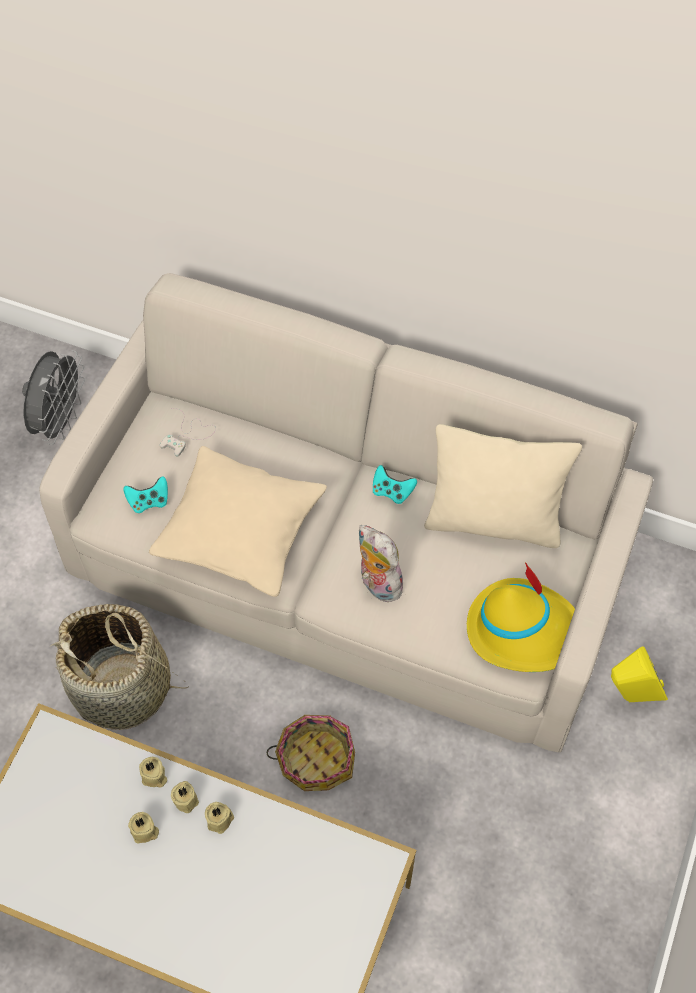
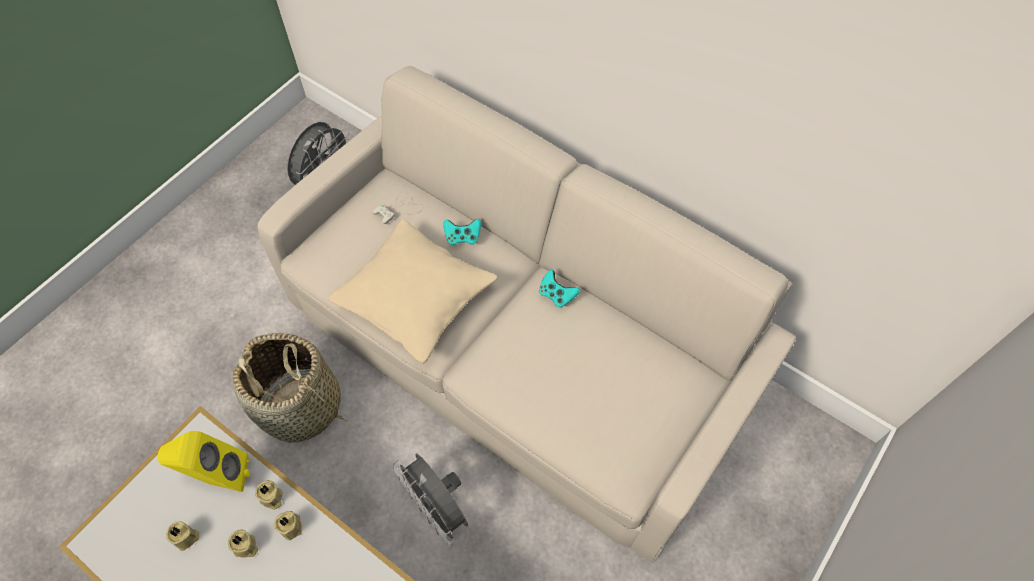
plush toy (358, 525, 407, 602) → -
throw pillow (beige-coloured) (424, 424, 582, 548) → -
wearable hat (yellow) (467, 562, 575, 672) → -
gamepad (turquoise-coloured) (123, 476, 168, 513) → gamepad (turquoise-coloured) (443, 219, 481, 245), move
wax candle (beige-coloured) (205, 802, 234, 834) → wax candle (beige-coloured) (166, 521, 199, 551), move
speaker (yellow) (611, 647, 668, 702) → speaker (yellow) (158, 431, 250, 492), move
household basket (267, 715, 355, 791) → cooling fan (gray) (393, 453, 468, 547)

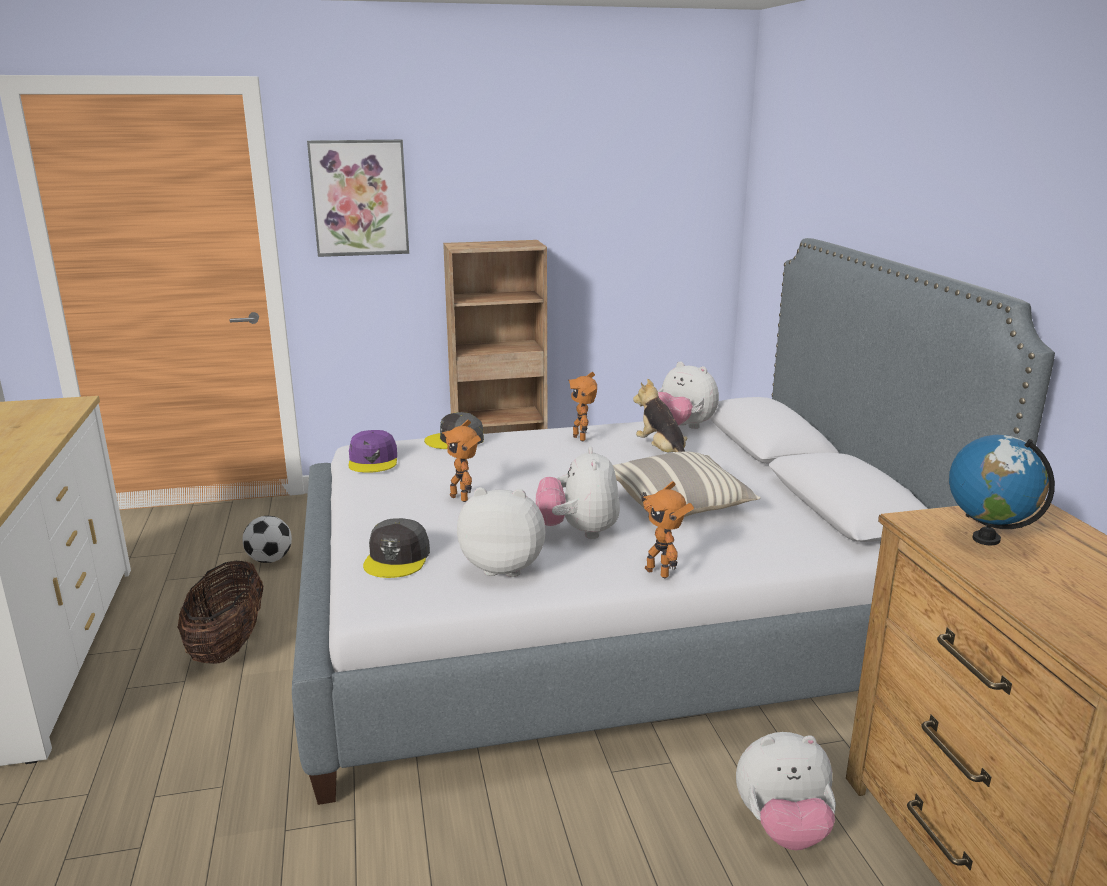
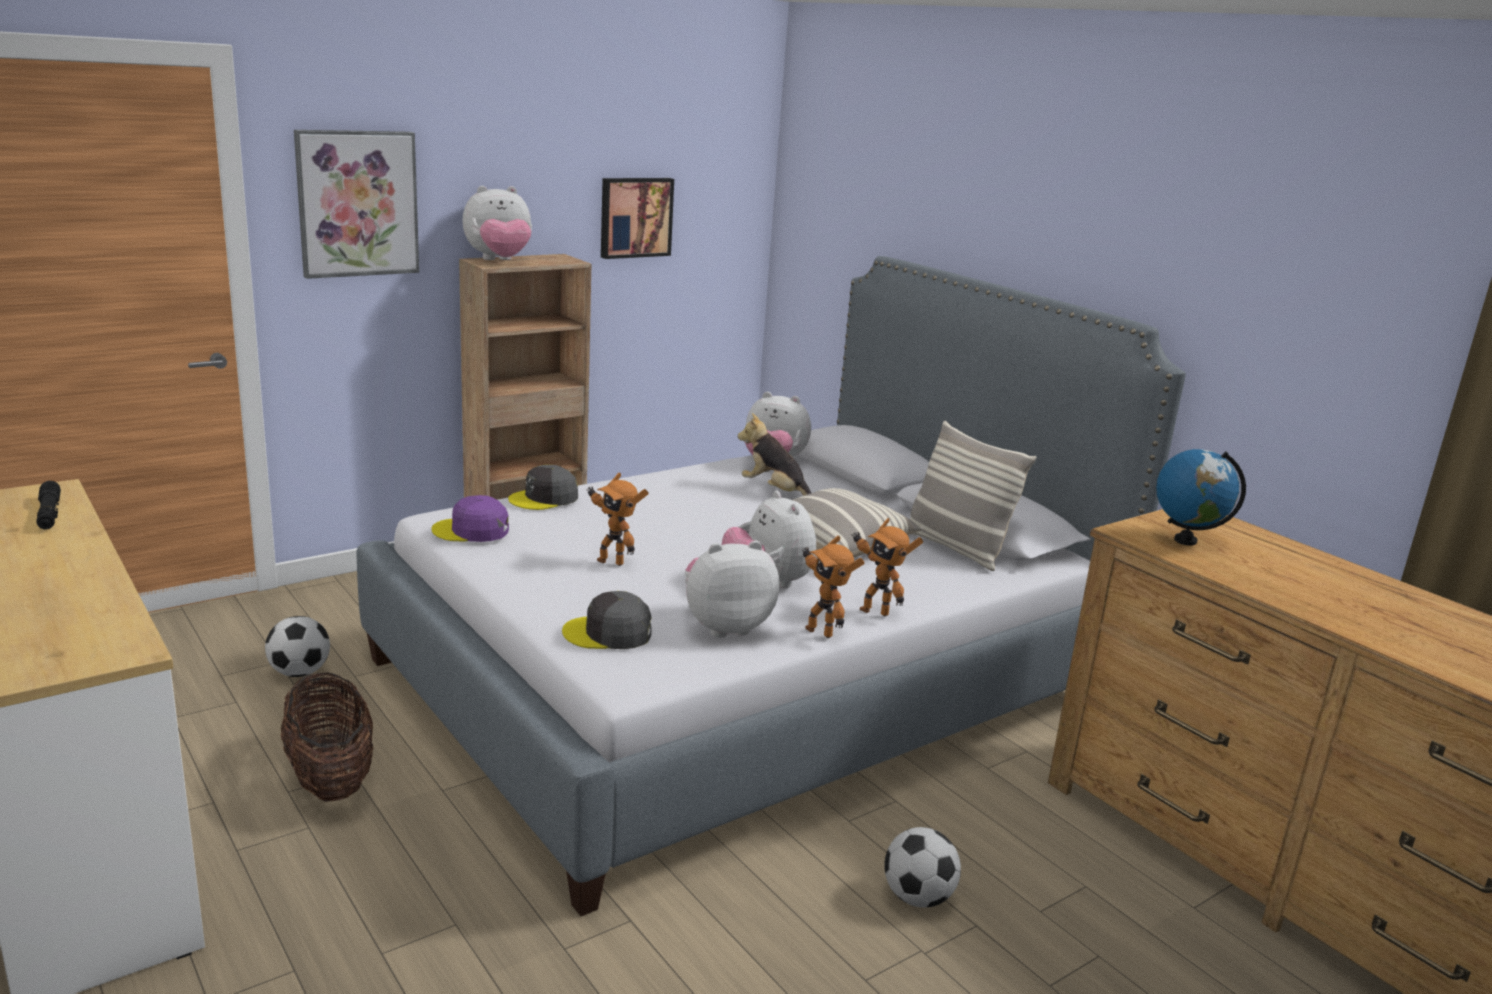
- → hand torch (black) (36, 481, 61, 529)
- → picture (601, 178, 674, 259)
- → football ball (884, 827, 961, 908)
- → throw pillow (910, 421, 1036, 571)
model robot (568, 372, 597, 442) → model robot (802, 535, 864, 638), move
plush toy (736, 732, 836, 850) → plush toy (462, 186, 532, 260), move
peaked cap (purple) (348, 430, 397, 473) → peaked cap (purple) (431, 495, 509, 542), 120 degrees clockwise
peaked cap (gray) (363, 518, 430, 578) → peaked cap (gray) (562, 591, 652, 649), 105 degrees clockwise

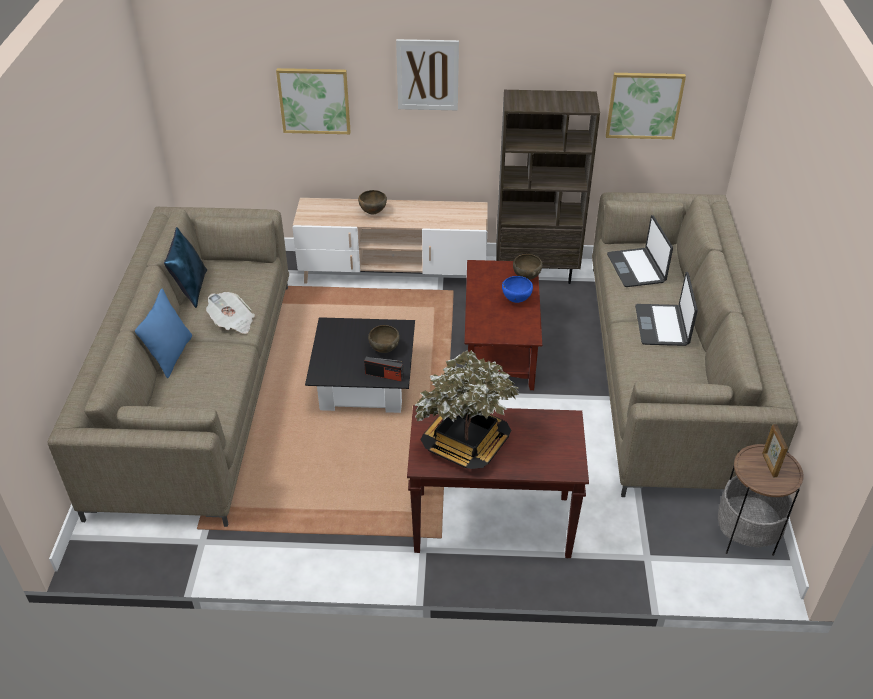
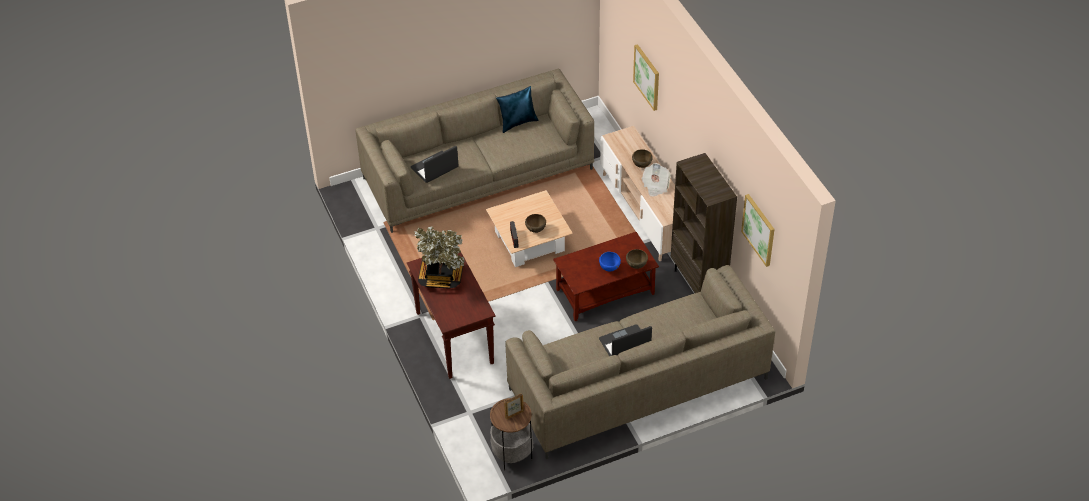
throw pillow (bluish) (135, 289, 192, 378) → -
picture (396, 39, 459, 110) → -
daily paper (206, 292, 255, 334) → daily paper (641, 163, 671, 197), move
notebook computer (607, 215, 673, 287) → notebook computer (411, 146, 459, 183), move
lounge table (black) (305, 317, 415, 413) → lounge table (beige-coloured) (486, 190, 573, 267)

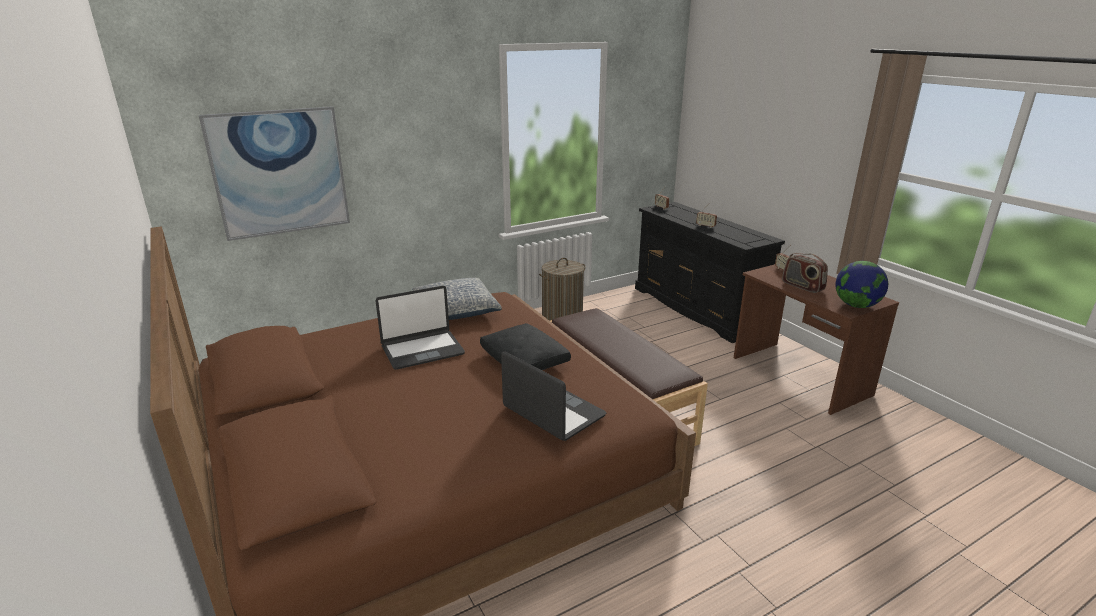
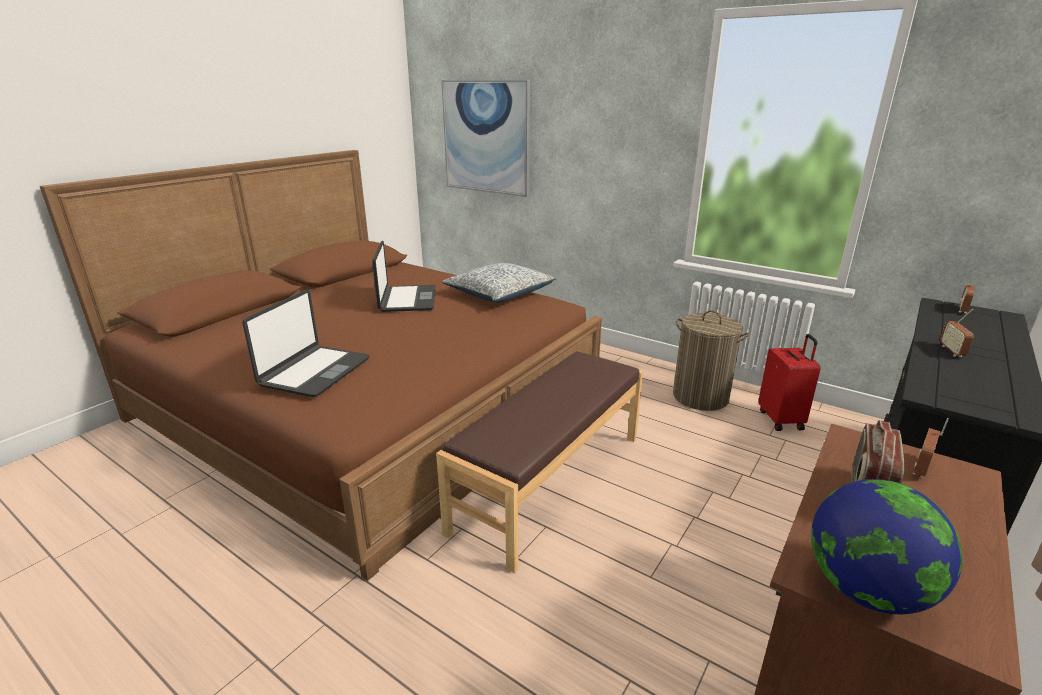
throw pillow (black) (480, 323, 571, 370) → -
- → travel case (red) (758, 334, 821, 431)
notebook computer (376, 286, 465, 370) → notebook computer (372, 241, 436, 312), 135 degrees counterclockwise

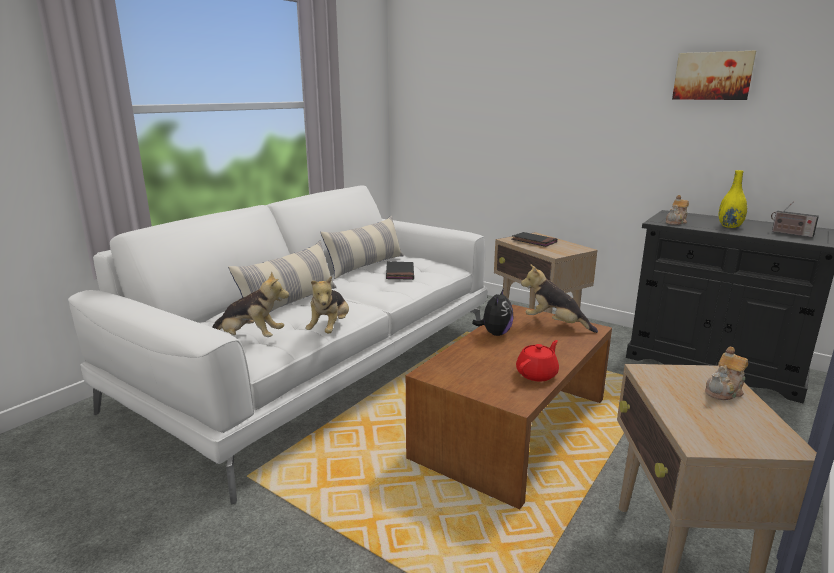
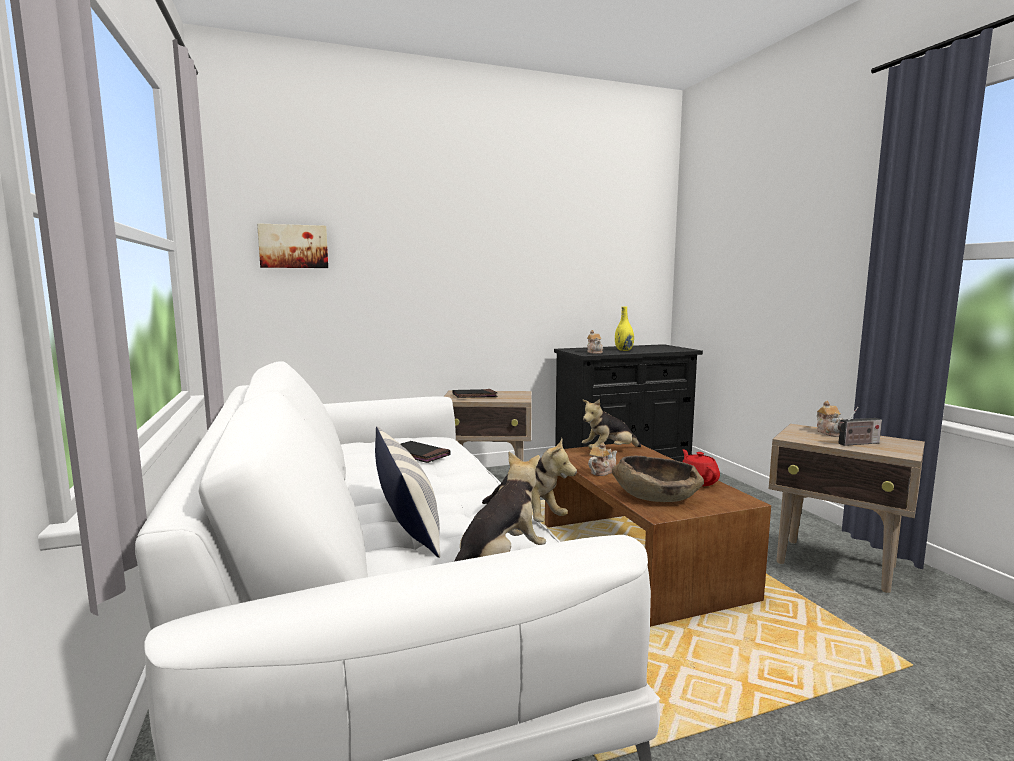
throw pillow (320, 216, 404, 279) → -
- → deep dish (brown) (612, 455, 704, 502)
picture (672, 51, 756, 100) → picture (257, 223, 328, 268), move
radio receiver (771, 201, 819, 238) → radio receiver (838, 406, 882, 446), move
plush toy (472, 288, 514, 336) → tea pot (588, 443, 617, 476)

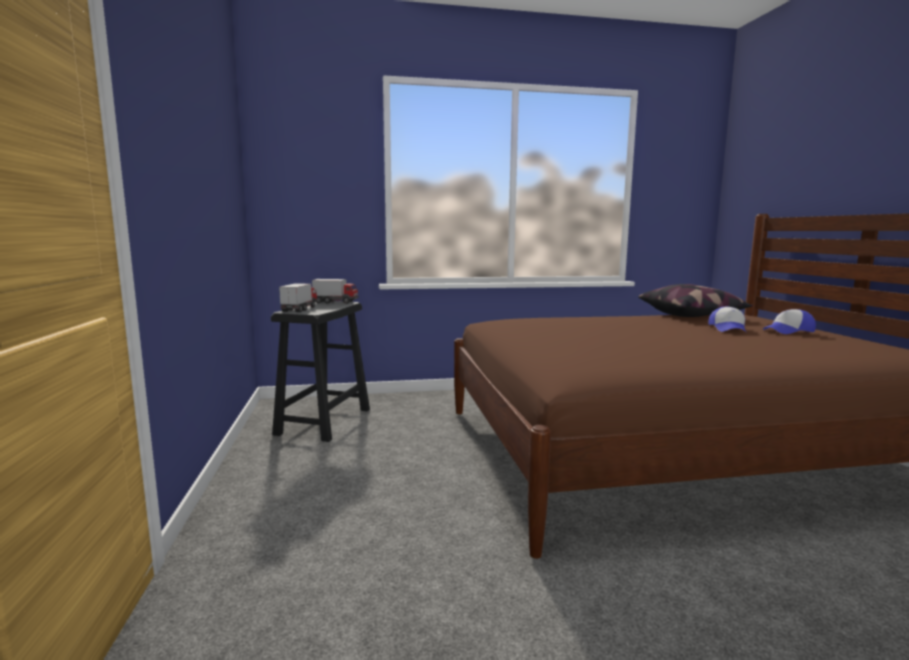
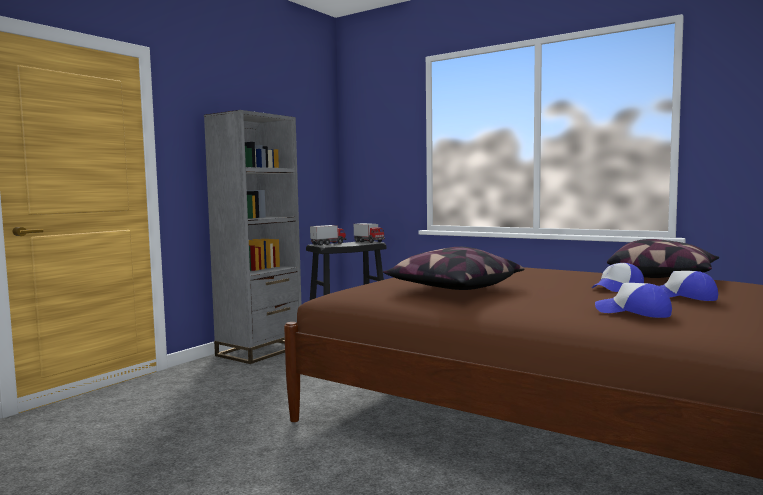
- → bookcase (gray) (204, 110, 301, 364)
- → throw pillow (383, 247, 524, 290)
- → peaked cap (595, 283, 672, 318)

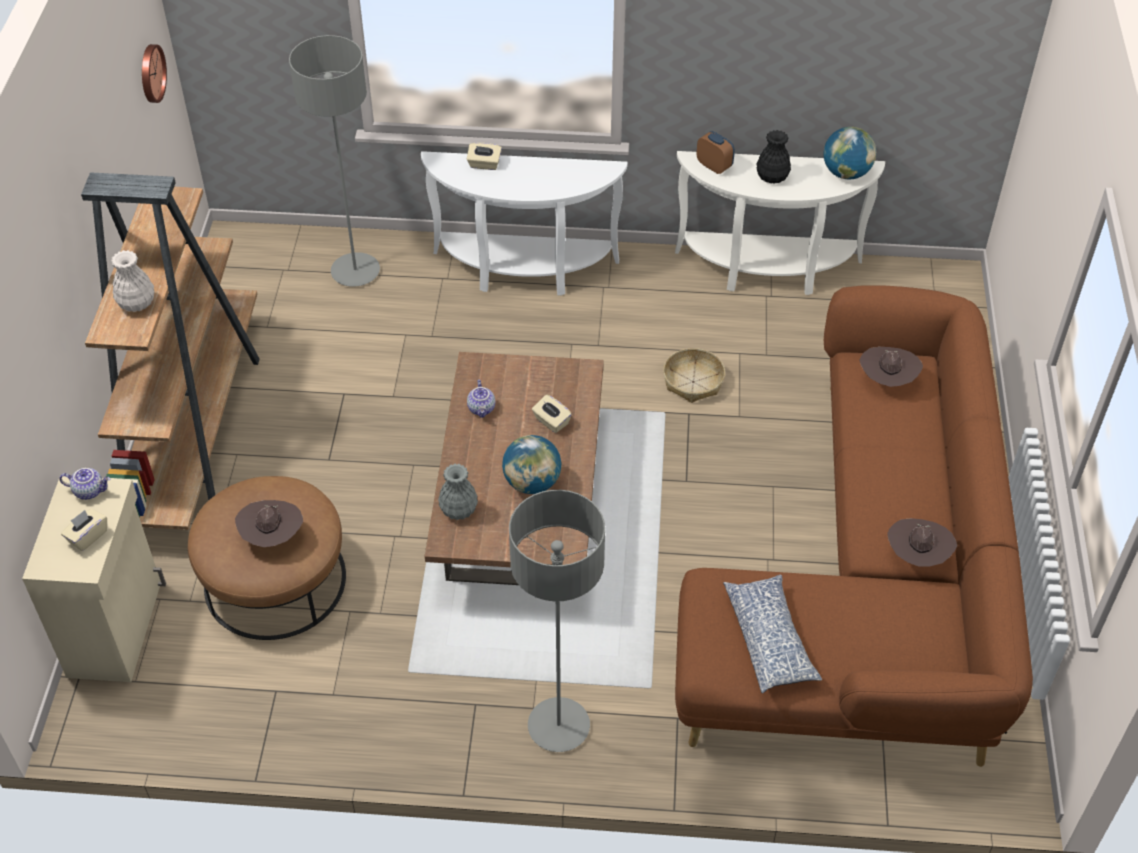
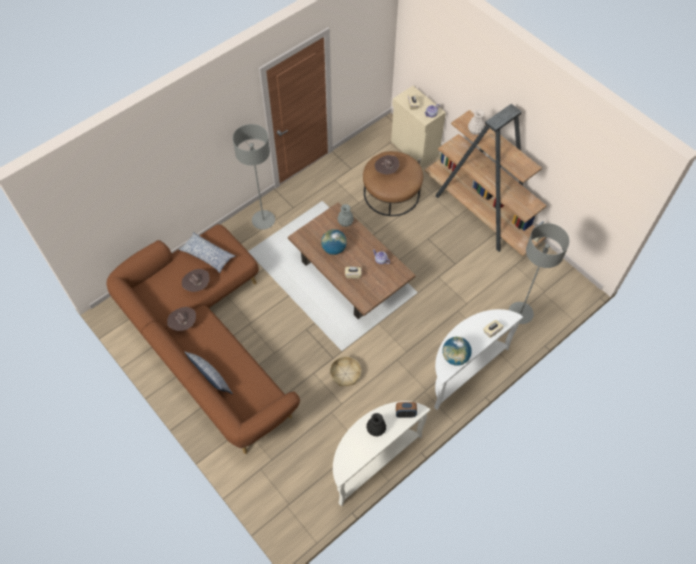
hanging clock (142, 44, 167, 103) → -
- → throw pillow (184, 351, 233, 394)
desk globe (824, 127, 876, 179) → desk globe (443, 337, 472, 366), move
wearable hat (brown) (859, 347, 923, 387) → wearable hat (brown) (182, 269, 209, 292), move

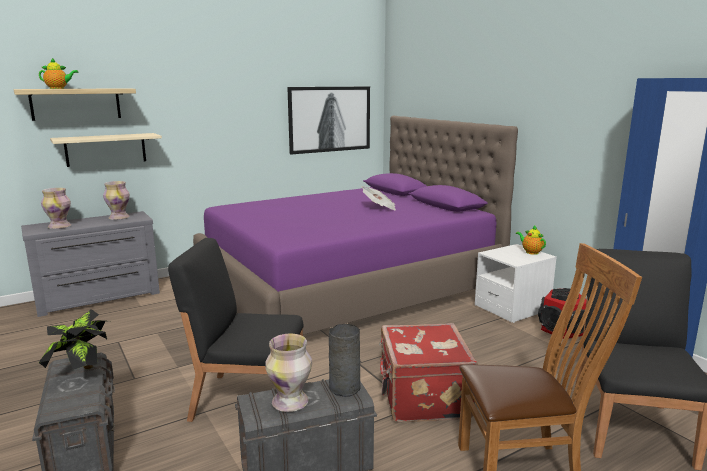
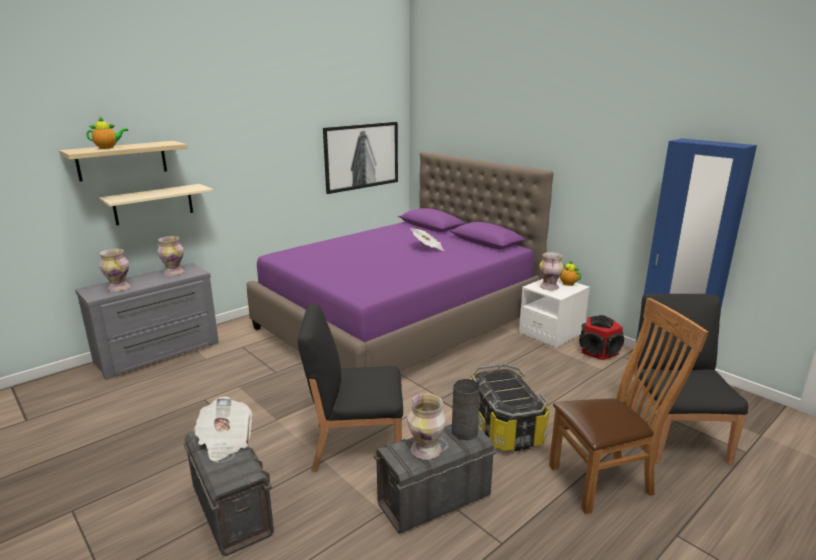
- → flower vase (539, 252, 564, 290)
plant in a pot (39, 309, 110, 370) → daily paper (194, 397, 253, 461)
travel case (red) (379, 323, 478, 423) → storage bin (469, 364, 549, 451)

